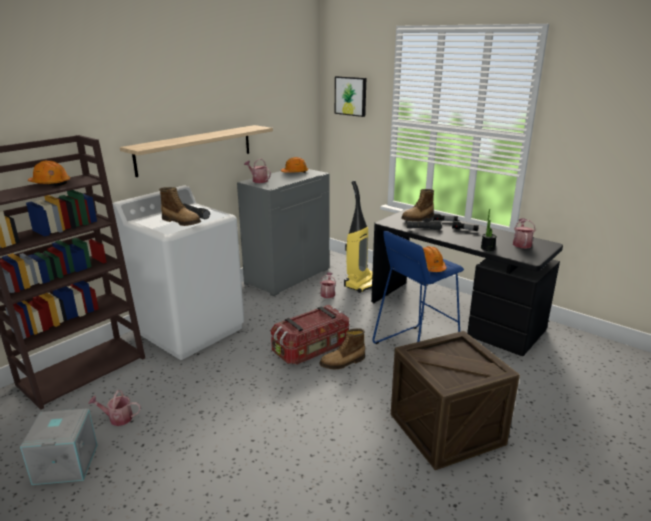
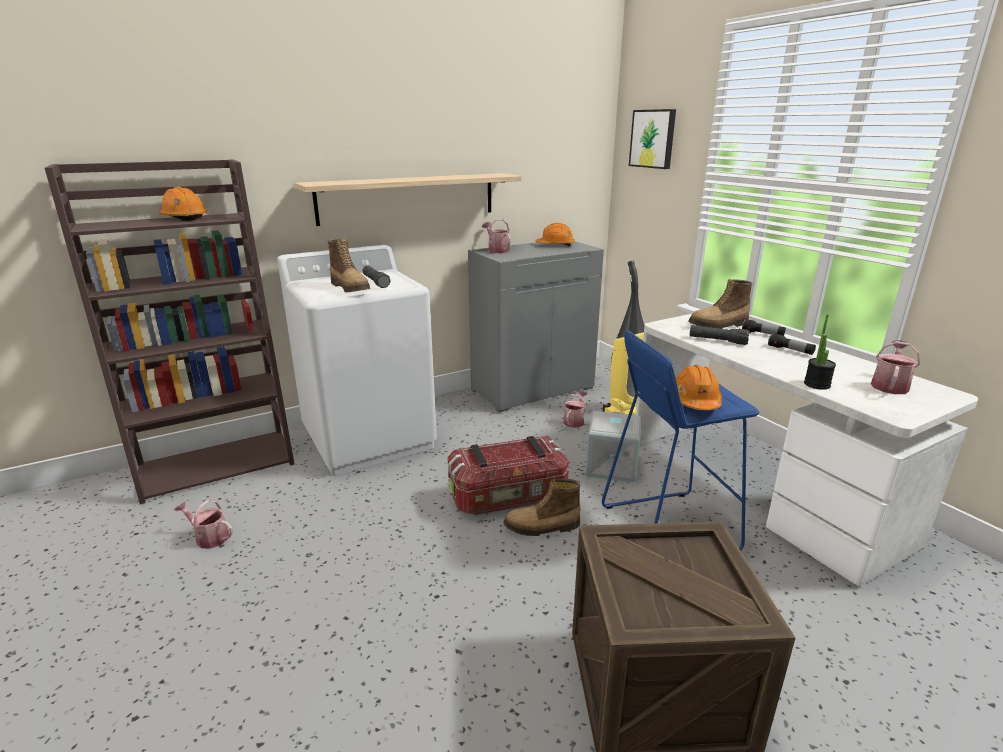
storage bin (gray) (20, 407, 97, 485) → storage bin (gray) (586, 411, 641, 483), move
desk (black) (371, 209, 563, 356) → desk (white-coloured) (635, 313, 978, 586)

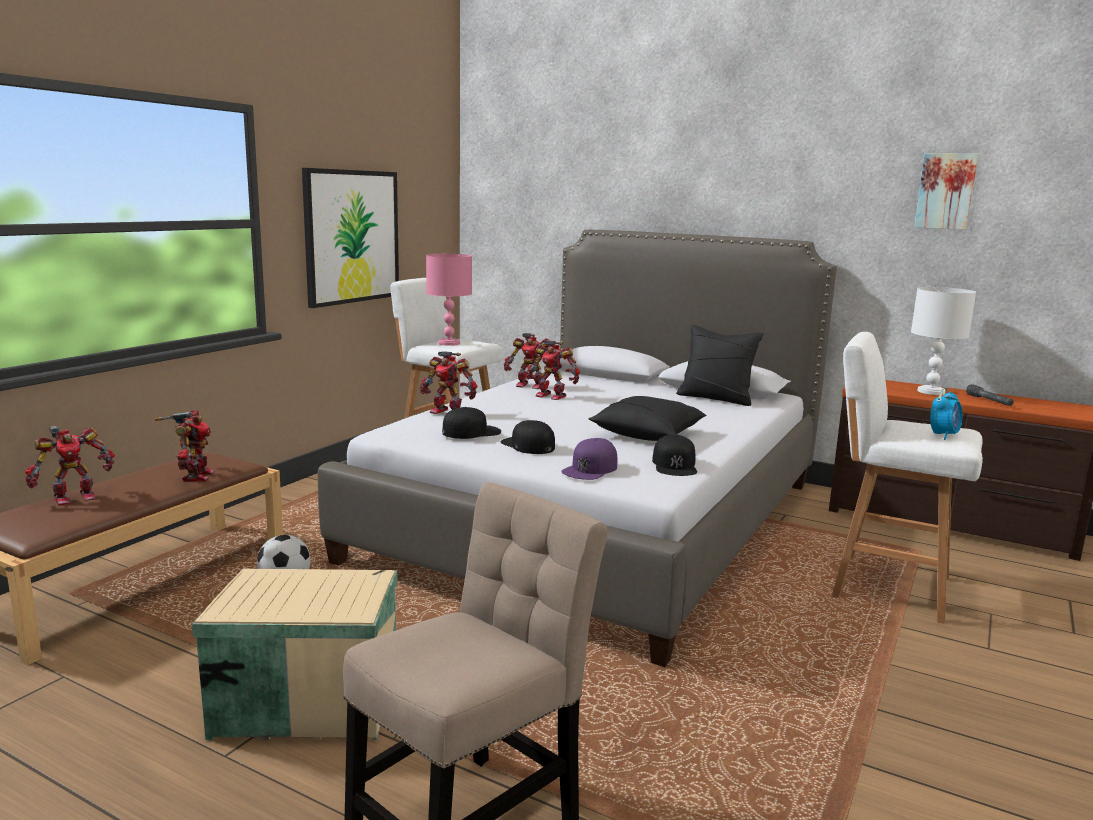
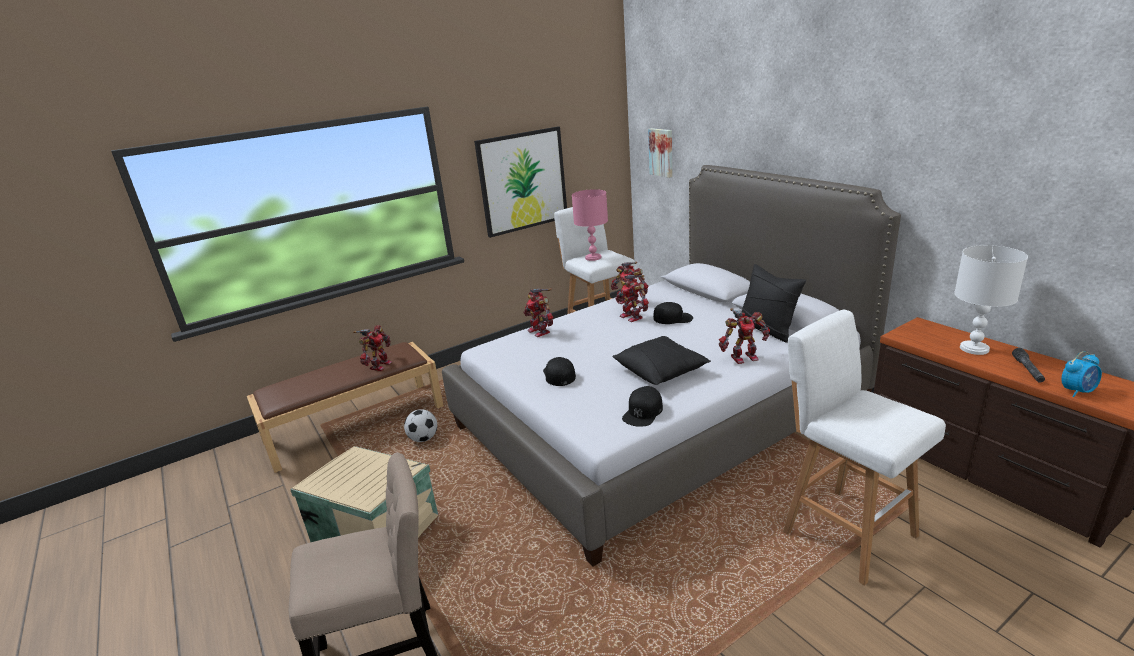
peaked cap (purple) (561, 438, 617, 480) → -
model robot (25, 426, 115, 506) → model robot (719, 308, 770, 364), move
peaked cap (black) (442, 407, 501, 439) → peaked cap (black) (653, 302, 693, 324), move
picture (914, 153, 978, 230) → picture (648, 128, 672, 178), move
table clock (930, 387, 962, 440) → table clock (1062, 351, 1102, 397), move

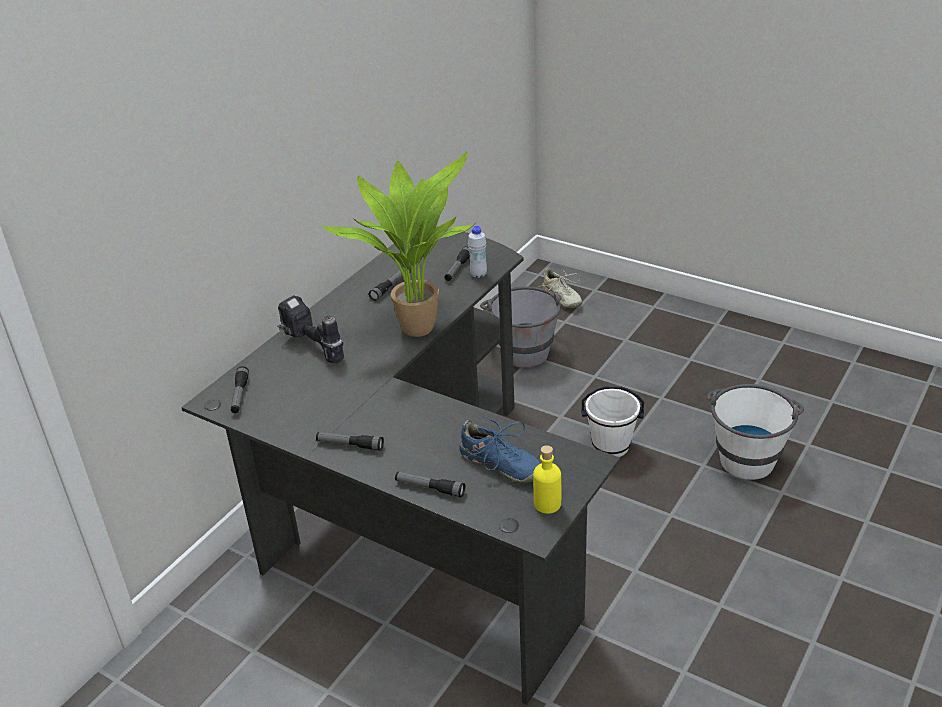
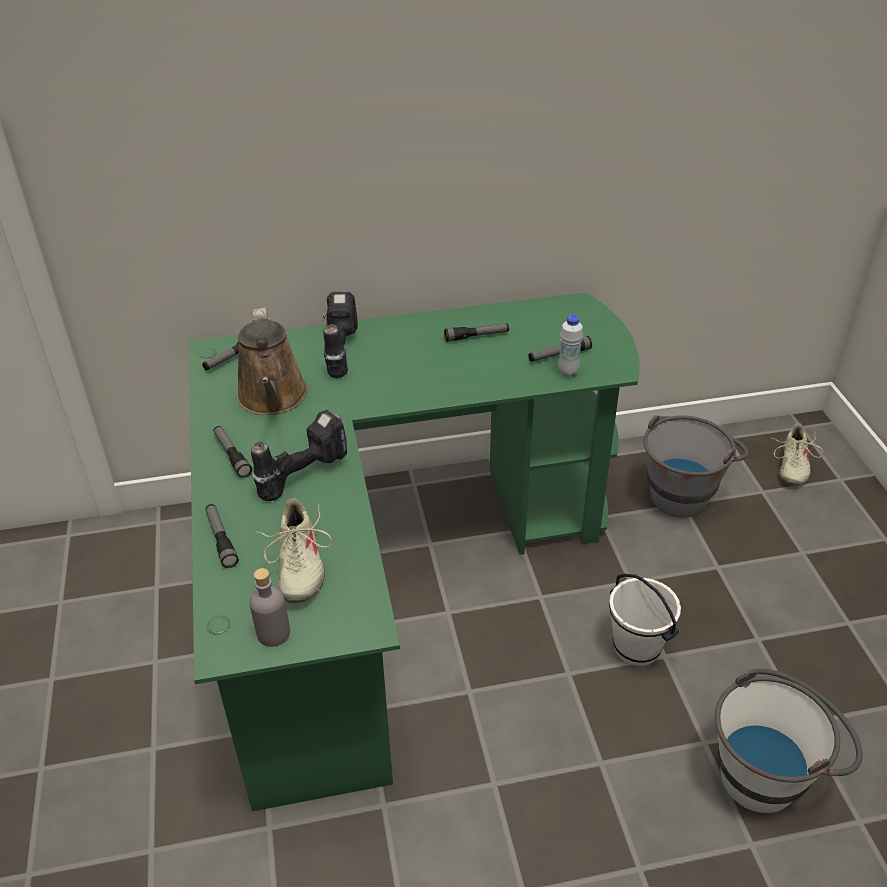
plant in a pot (322, 151, 474, 337) → -
- → watering can (brown) (236, 308, 307, 415)
- → electric drill (251, 409, 347, 501)
desk (black) (181, 229, 620, 705) → desk (green-coloured) (189, 292, 640, 811)
item of footwear (bluish) (459, 416, 541, 483) → item of footwear (beige-coloured) (256, 498, 332, 603)
bottle (yellow) (533, 445, 561, 514) → bottle (gray) (249, 568, 290, 647)

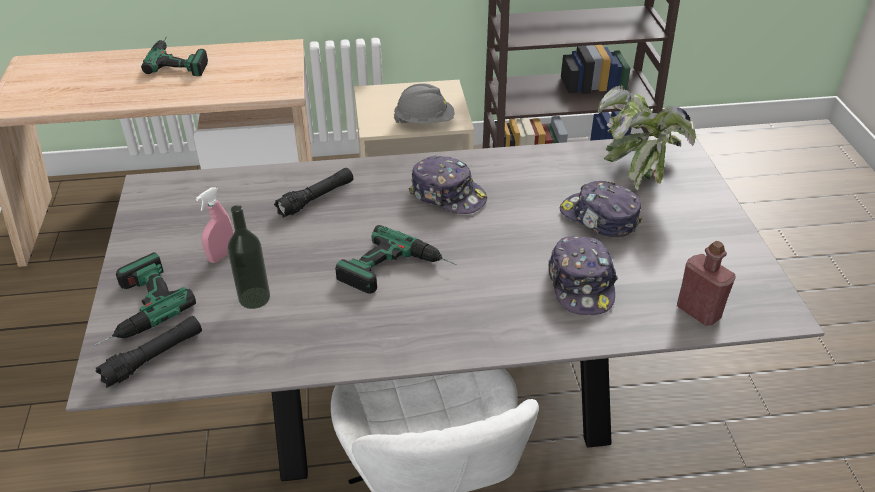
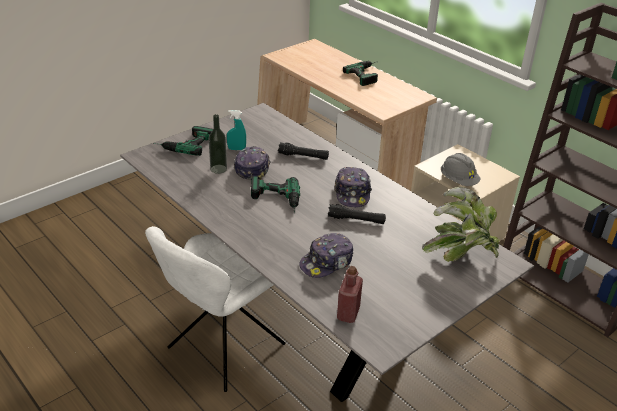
hand torch (black) (96, 316, 202, 388) → hand torch (black) (328, 204, 386, 224), move
peaked cap (560, 181, 642, 237) → peaked cap (234, 146, 270, 180), move
sprayer (pink-coloured) (196, 187, 233, 263) → sprayer (turquoise-coloured) (227, 110, 246, 150)

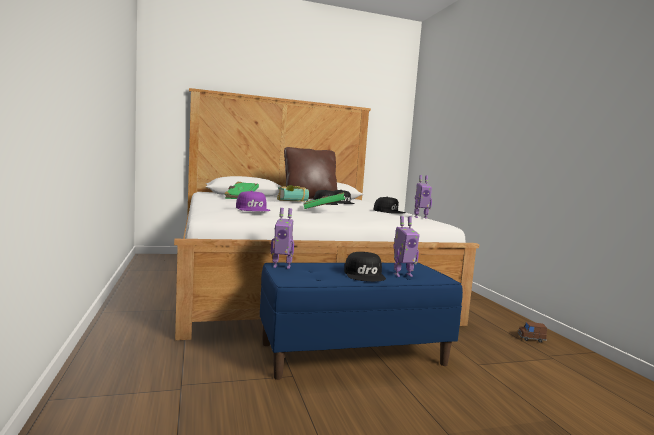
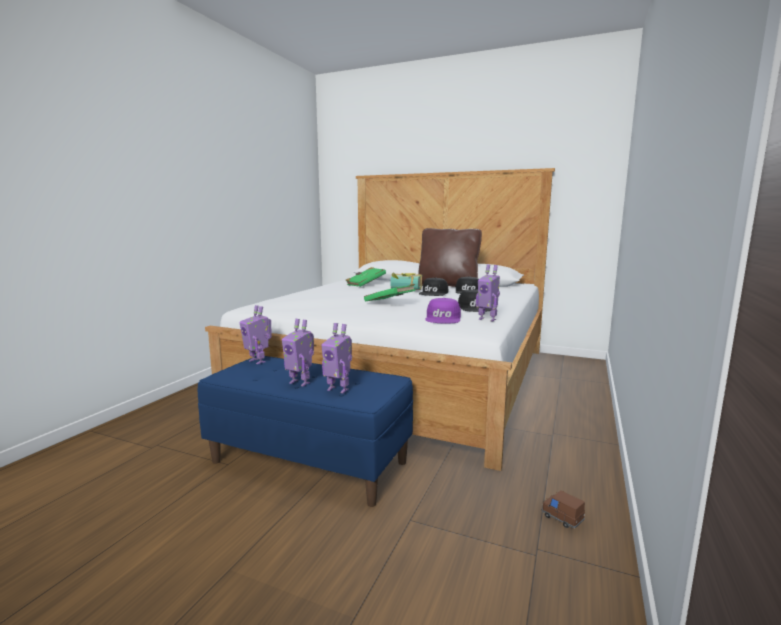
peaked cap (purple) (236, 191, 270, 211) → peaked cap (purple) (425, 298, 461, 324), move
peaked cap (black) (344, 252, 386, 282) → model robot (282, 319, 314, 386)

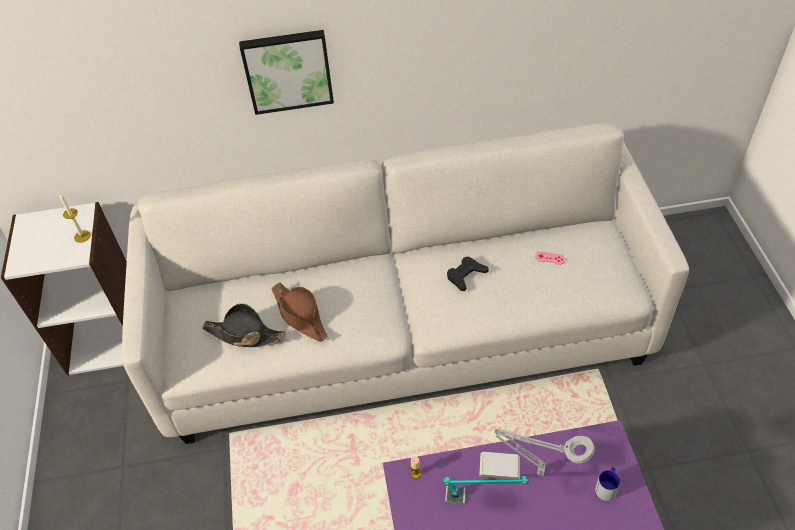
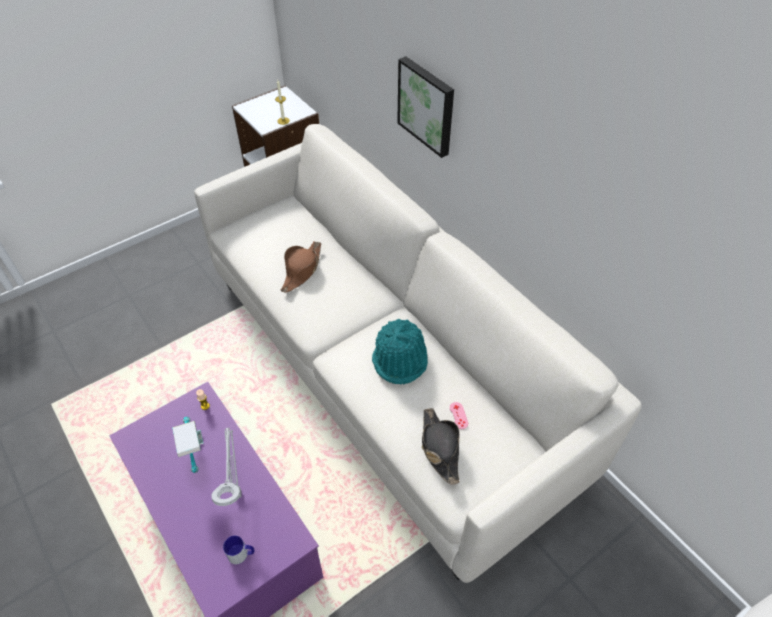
wearable hat (black) (202, 303, 285, 347) → wearable hat (black) (422, 408, 460, 485), move
gamepad (black) (447, 256, 489, 291) → wearable hat (turquoise-coloured) (372, 319, 428, 384)

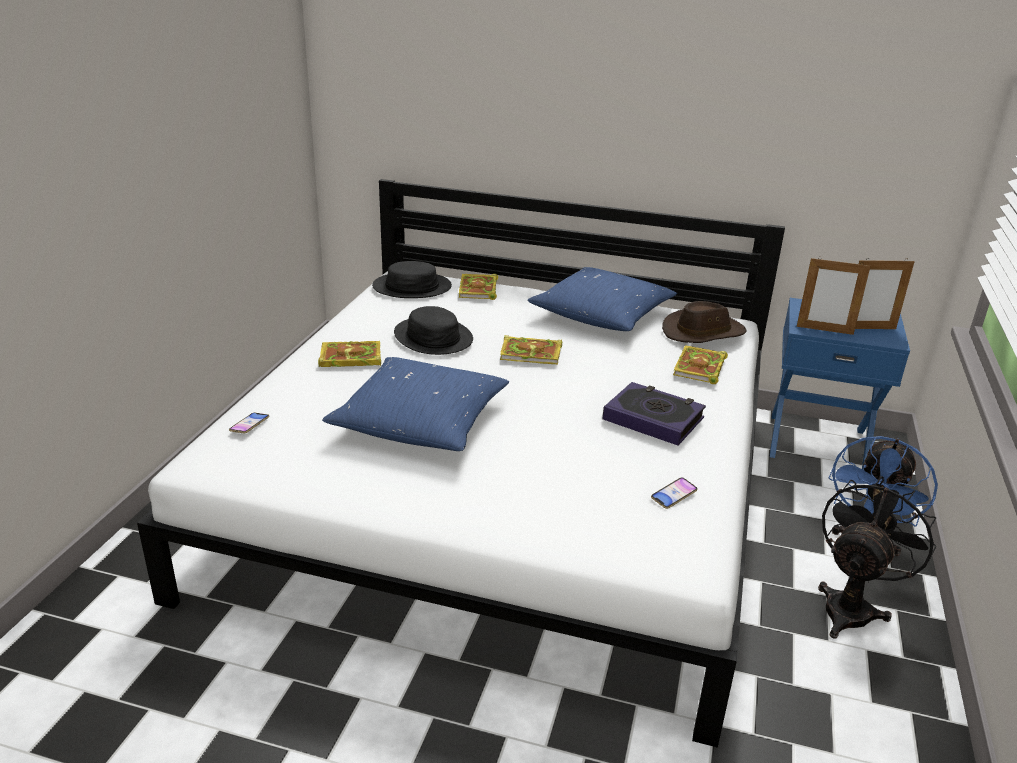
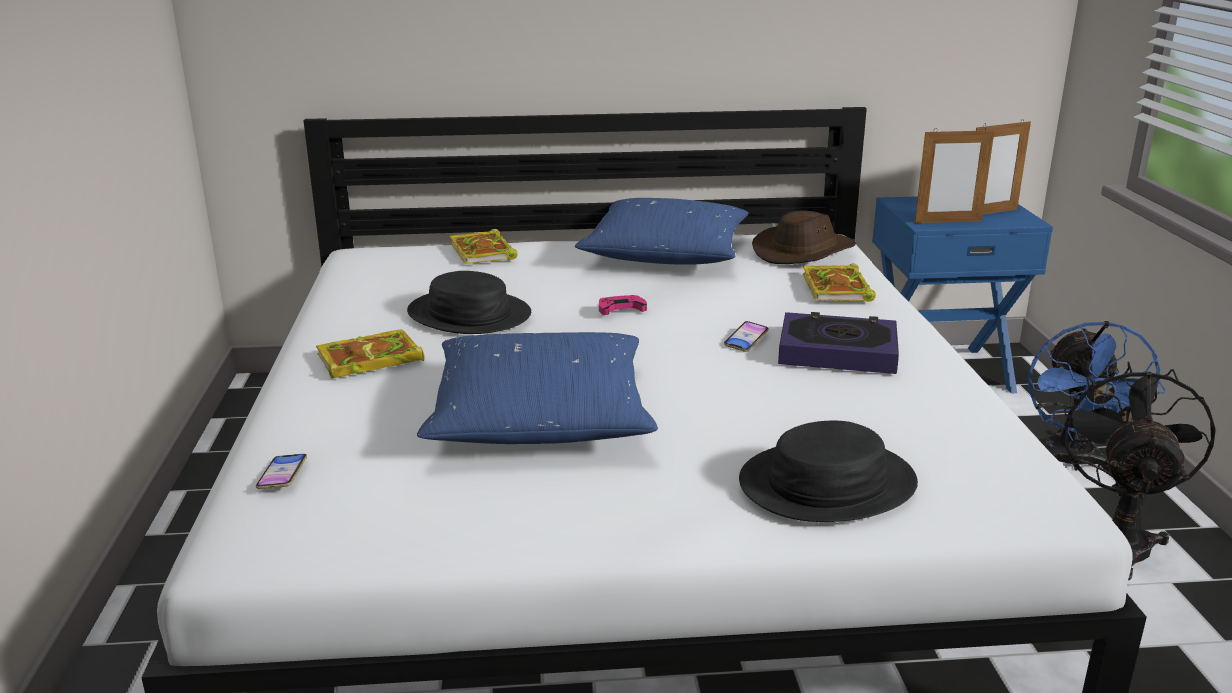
wearable hat (black) (372, 261, 452, 298) → wearable hat (black) (739, 421, 918, 522), move
telephone (651, 477, 698, 509) → telephone (724, 321, 769, 352), move
volume (500, 335, 562, 365) → gamepad (pink-coloured) (599, 295, 647, 315)

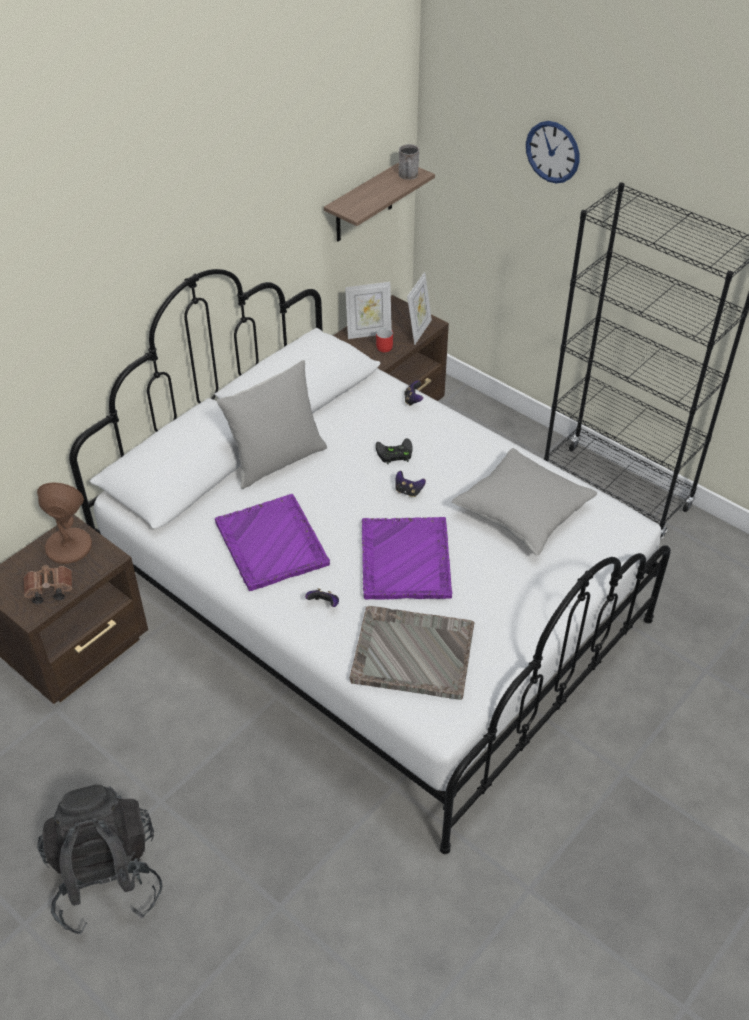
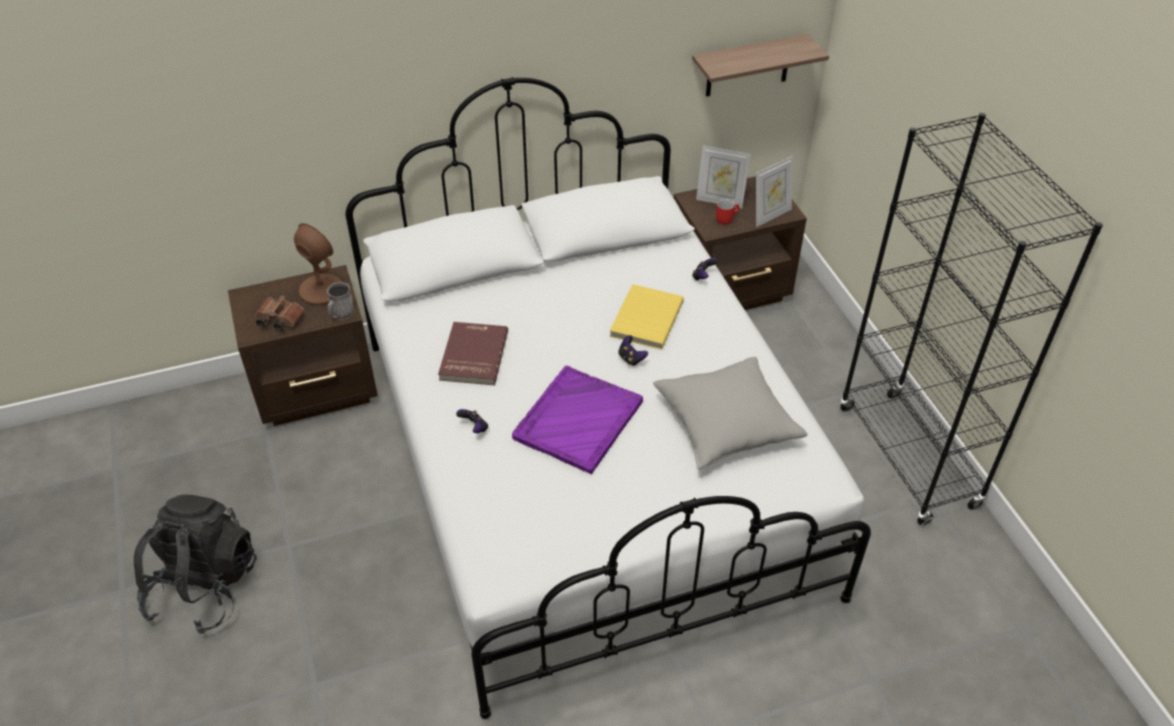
throw pillow (gray) (216, 360, 327, 489) → -
tray (gray) (349, 606, 475, 700) → -
hanging clock (526, 121, 579, 183) → -
mug (gray) (399, 144, 419, 180) → mug (gray) (327, 282, 355, 320), move
tray (purple) (215, 494, 330, 591) → volume (red) (438, 322, 508, 385)
gamepad (black) (376, 438, 413, 464) → volume (yellow) (610, 284, 684, 350)

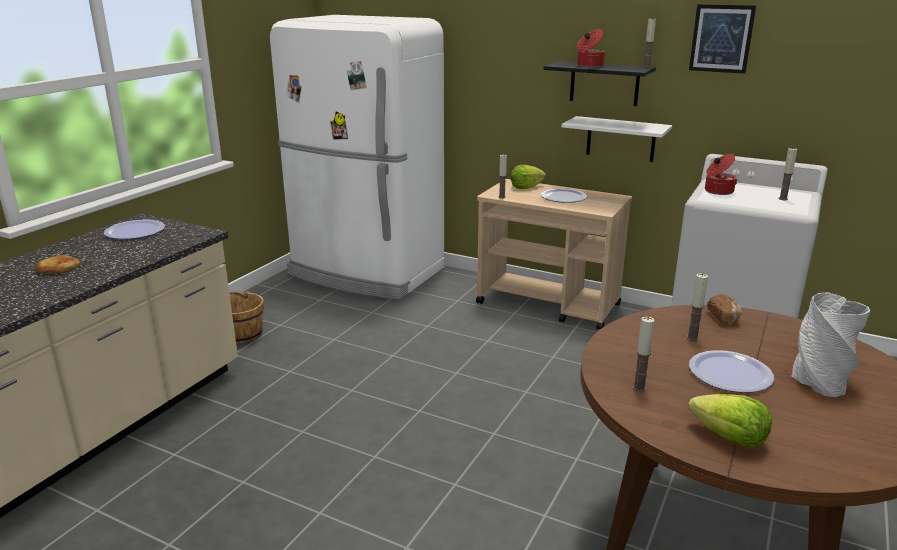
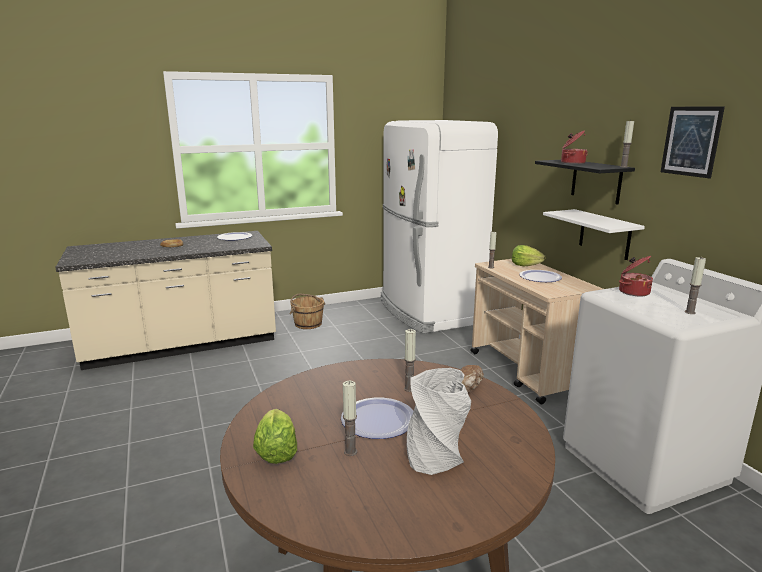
wax candle (632, 317, 655, 392) → wax candle (343, 381, 357, 456), move

